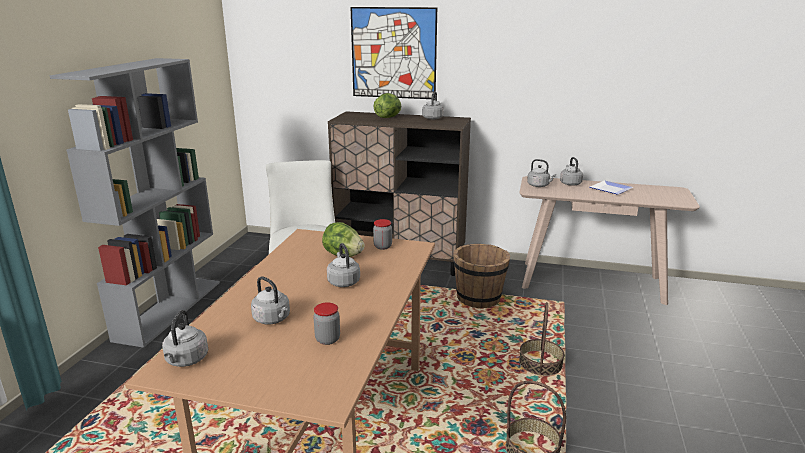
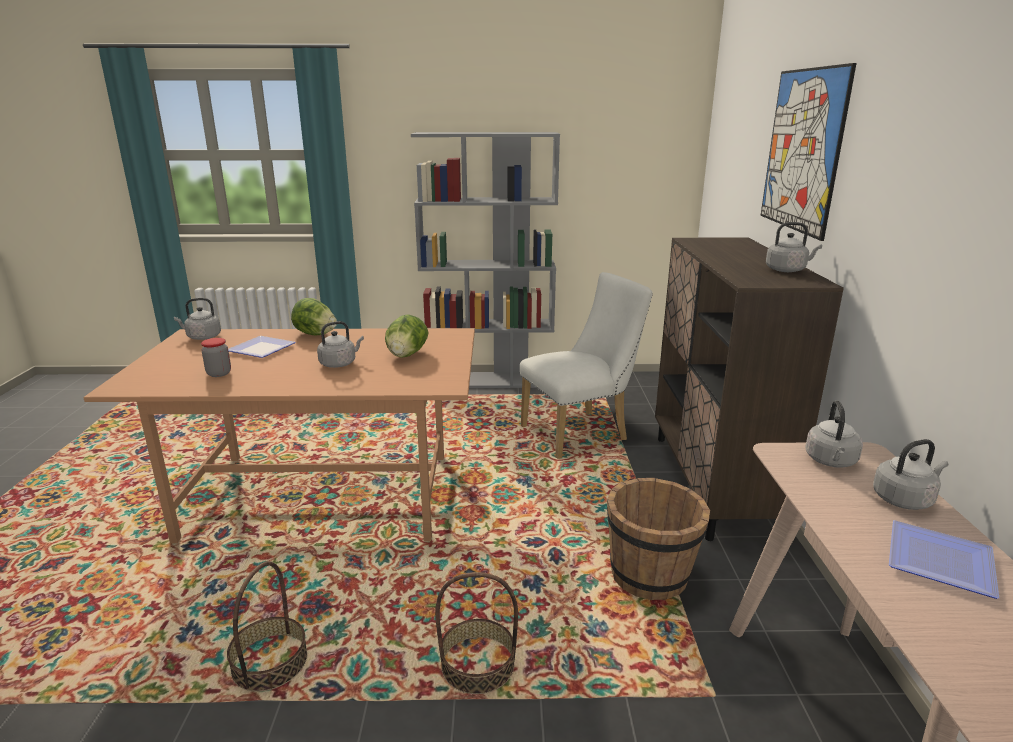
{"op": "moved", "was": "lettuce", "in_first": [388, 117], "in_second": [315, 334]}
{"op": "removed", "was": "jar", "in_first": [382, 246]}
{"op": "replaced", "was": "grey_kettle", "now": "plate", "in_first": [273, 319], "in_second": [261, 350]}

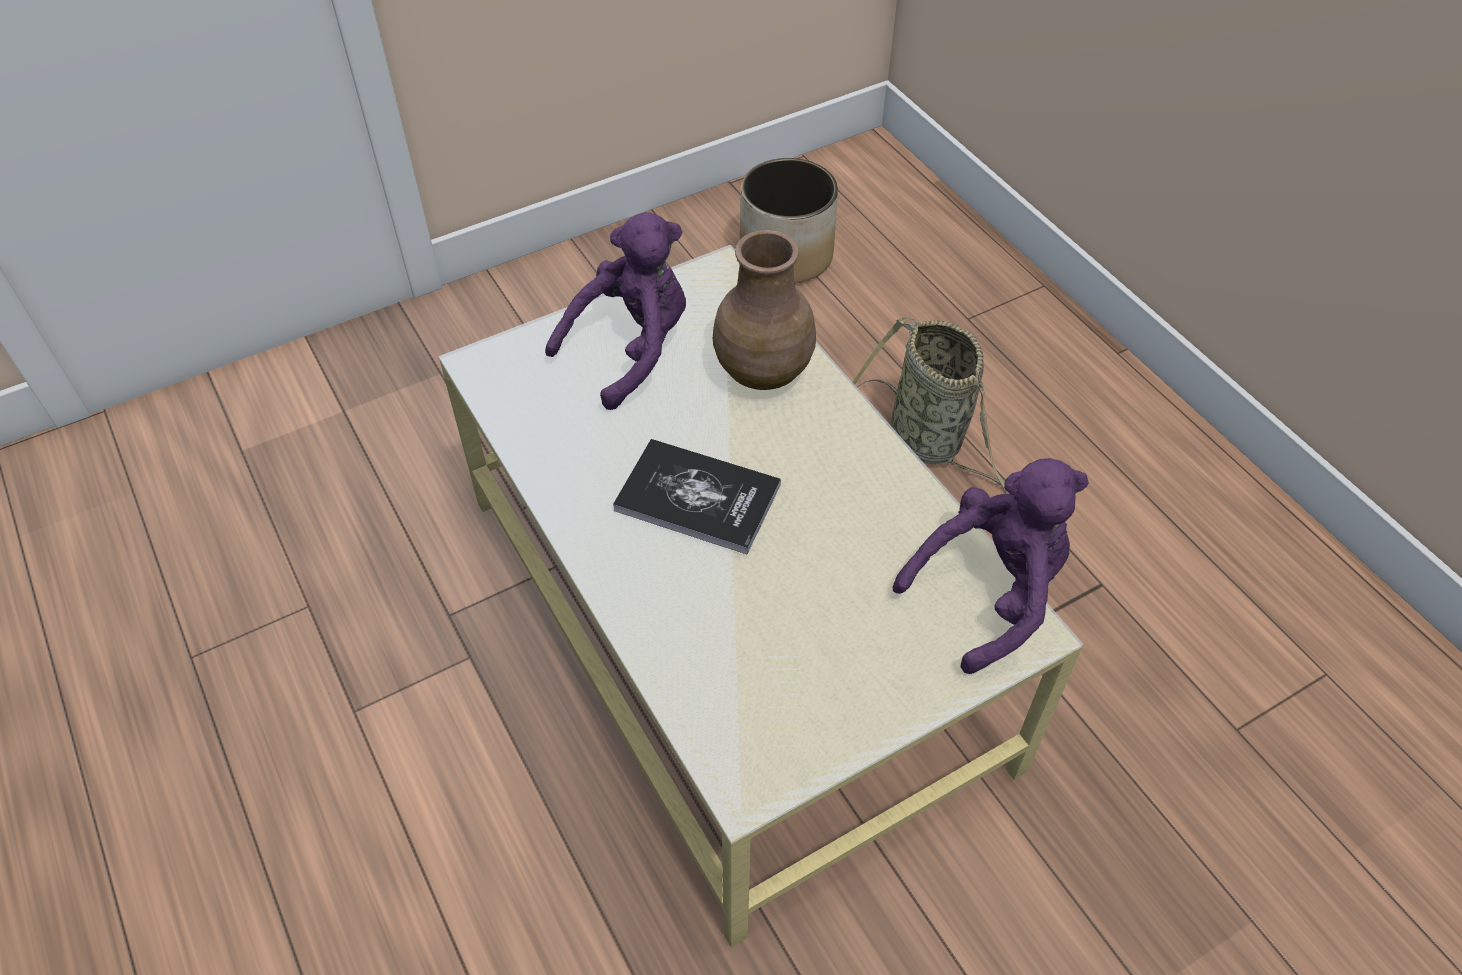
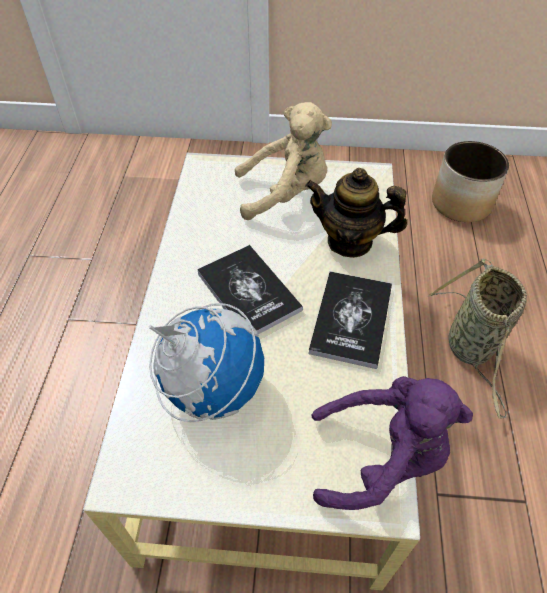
{"op": "recoloured", "was": "purple_plush_toy", "now": "beige_plush_toy", "in_first": [631, 349], "in_second": [285, 193]}
{"op": "replaced", "was": "brown_vase", "now": "teapot", "in_first": [764, 372], "in_second": [350, 241]}
{"op": "added", "now": "book", "in_second": [351, 319]}
{"op": "added", "now": "globe", "in_second": [212, 389]}

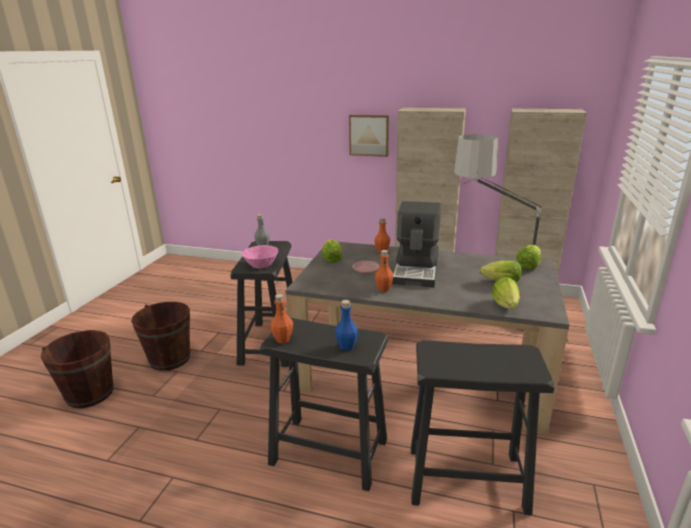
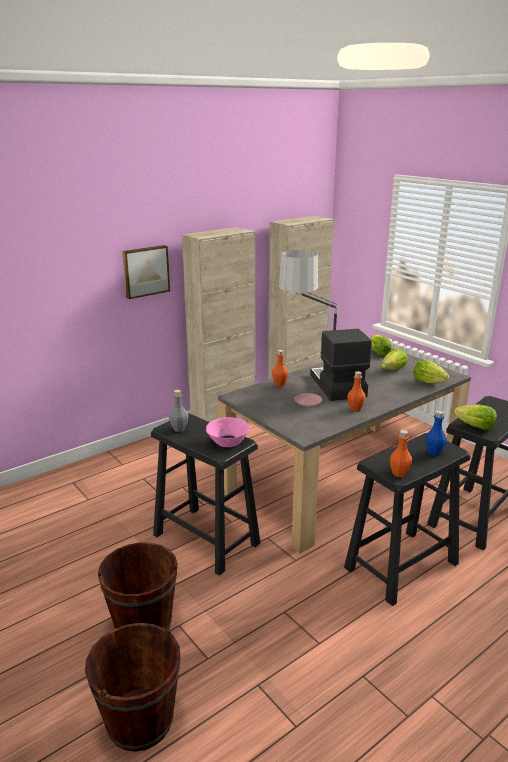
{"op": "turned", "was": "coffee_machine", "in_first": [417, 270], "in_second": [337, 386], "clockwise": -150}
{"op": "moved", "was": "lettuce", "in_first": [331, 259], "in_second": [475, 427]}

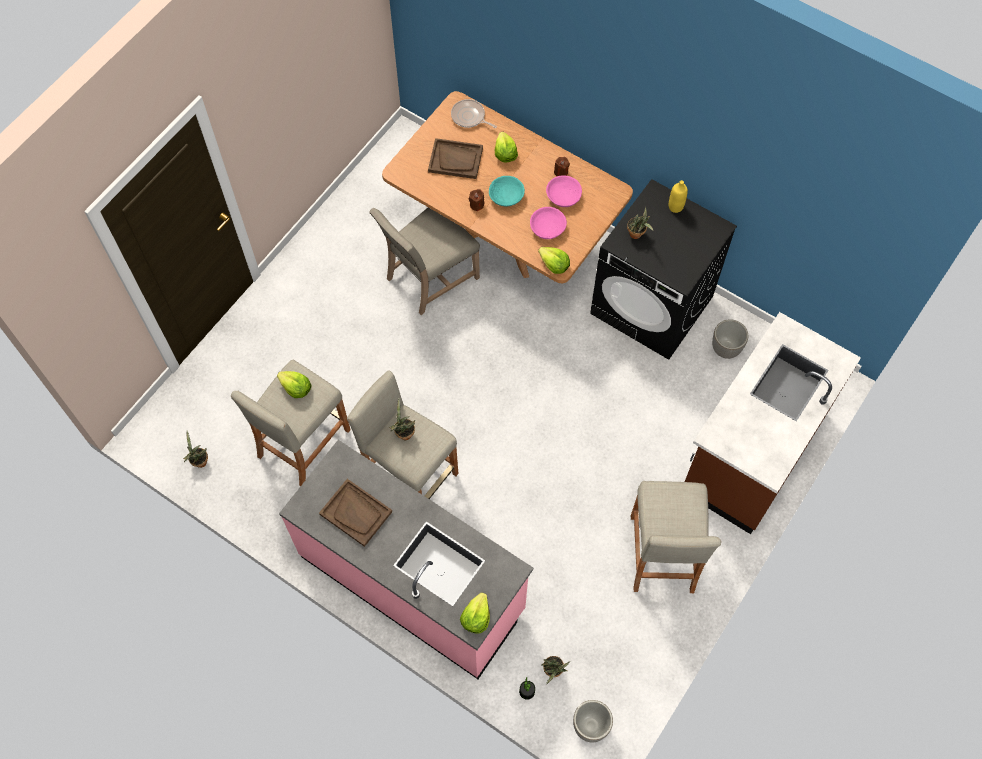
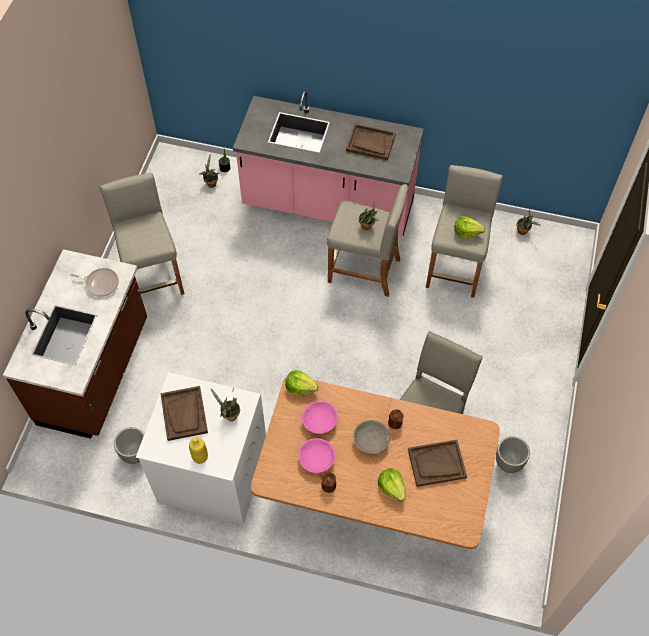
{"op": "moved", "was": "frying_pan", "in_first": [469, 117], "in_second": [100, 283]}
{"op": "recoloured", "was": "turquoise_bowl", "now": "grey_bowl", "in_first": [506, 196], "in_second": [371, 441]}
{"op": "recoloured", "was": "black_washing_machine", "now": "white_washing_machine", "in_first": [652, 305], "in_second": [212, 474]}
{"op": "removed", "was": "lettuce", "in_first": [476, 617]}
{"op": "moved", "was": "planter", "in_first": [590, 727], "in_second": [508, 462]}
{"op": "added", "now": "brown_tray", "in_second": [184, 414]}

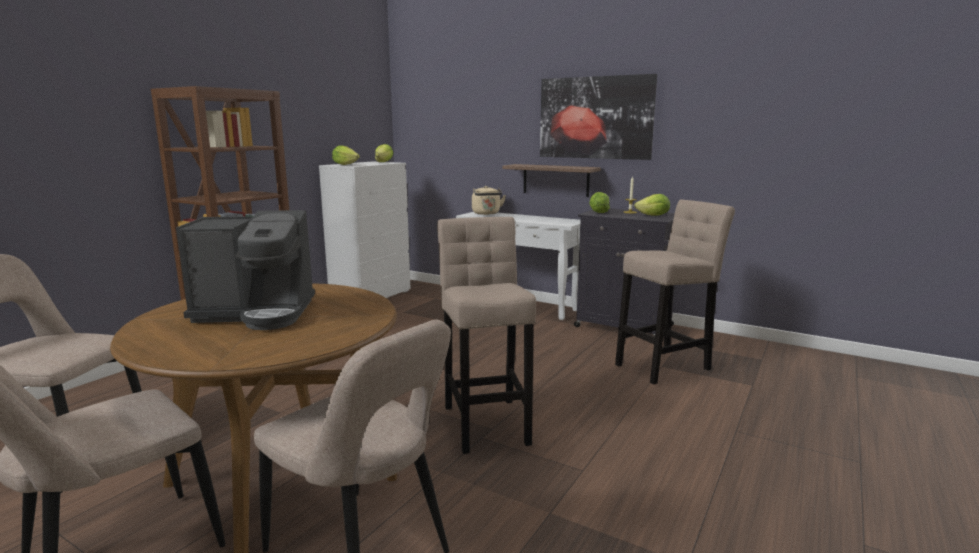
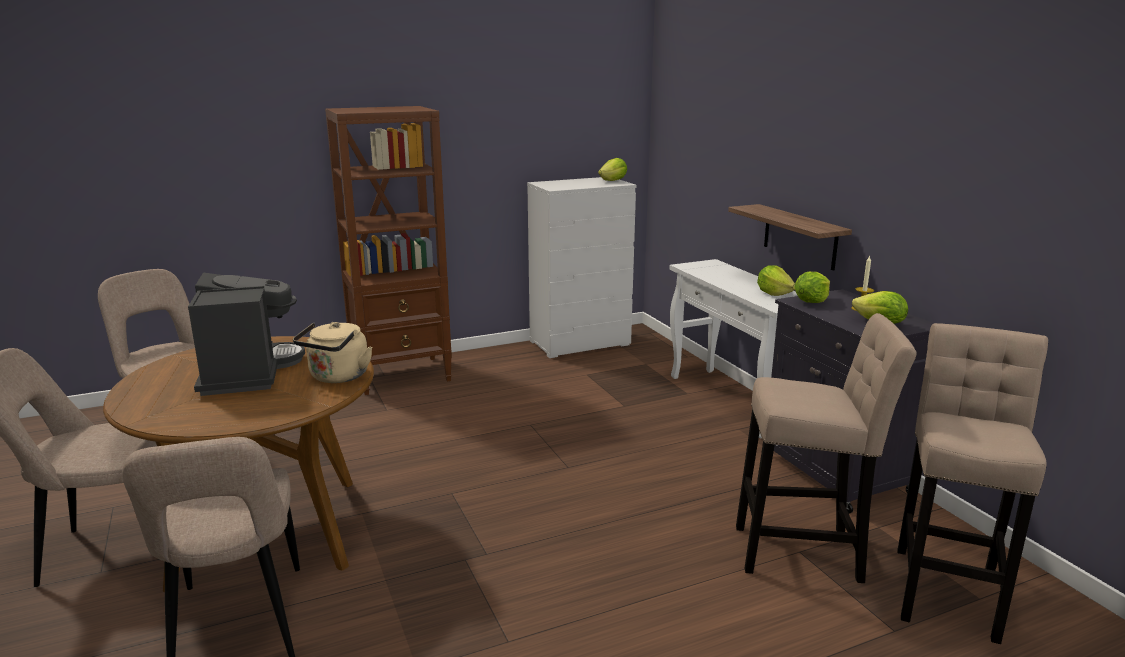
{"op": "removed", "was": "picture", "in_first": [595, 118]}
{"op": "moved", "was": "lettuce", "in_first": [345, 164], "in_second": [774, 294]}
{"op": "moved", "was": "beige_kettle", "in_first": [486, 213], "in_second": [337, 377]}
{"op": "turned", "was": "coffee_machine", "in_first": [257, 313], "in_second": [247, 372], "clockwise": -135}
{"op": "moved", "was": "beige_stool", "in_first": [486, 421], "in_second": [947, 588]}

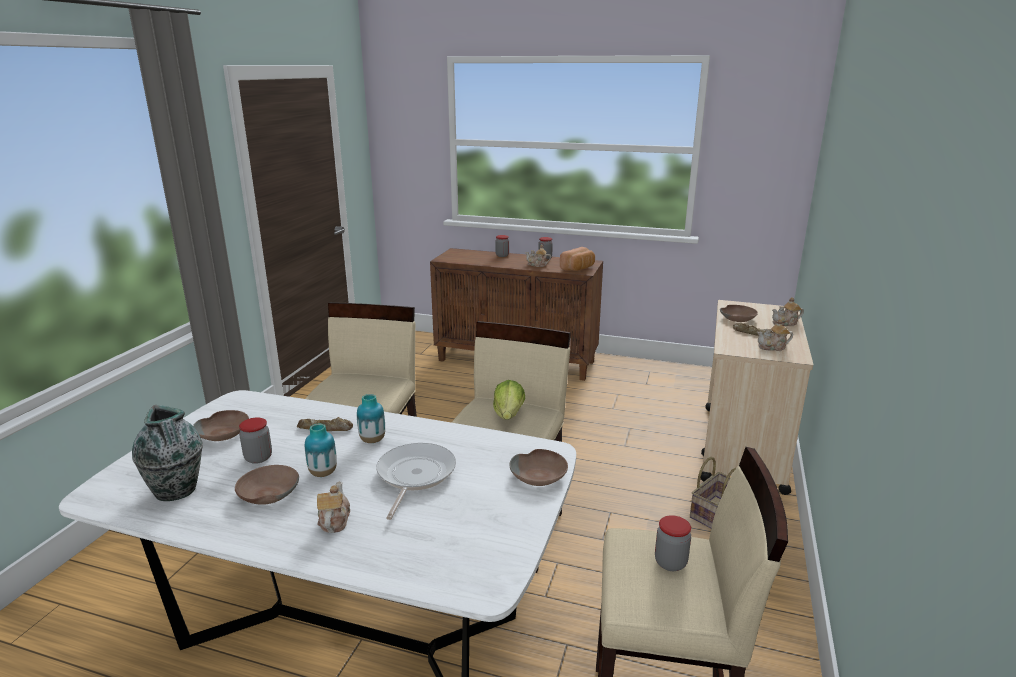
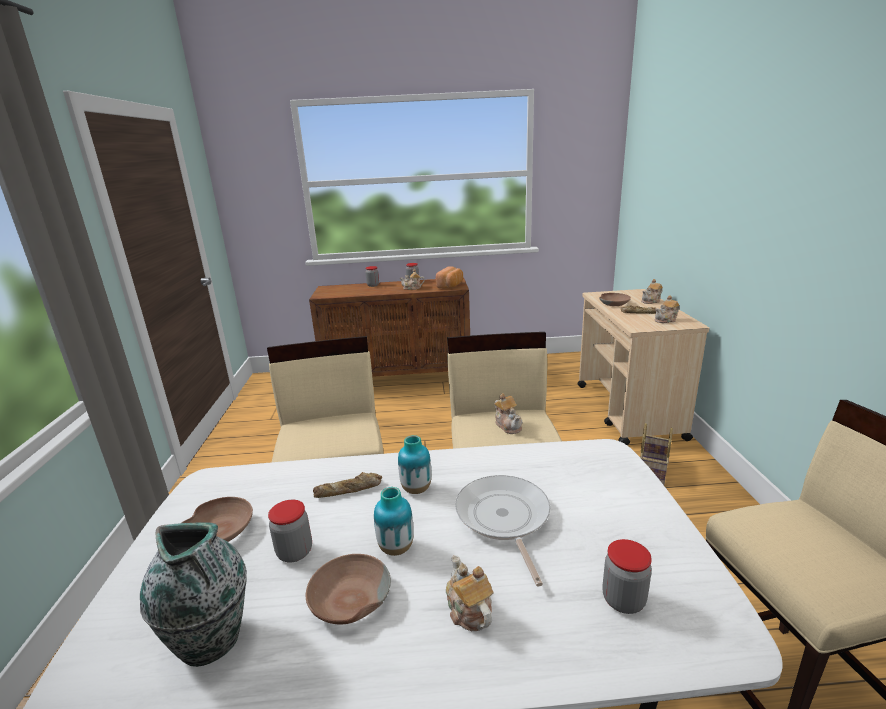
{"op": "replaced", "was": "lettuce", "now": "teapot", "in_first": [509, 415], "in_second": [508, 425]}
{"op": "removed", "was": "brown_bowl", "in_first": [539, 476]}
{"op": "moved", "was": "jar", "in_first": [670, 563], "in_second": [623, 600]}

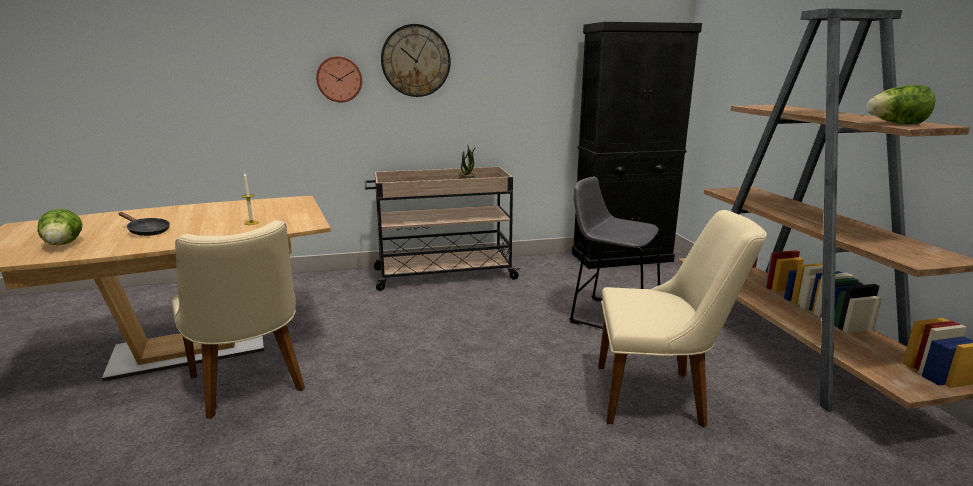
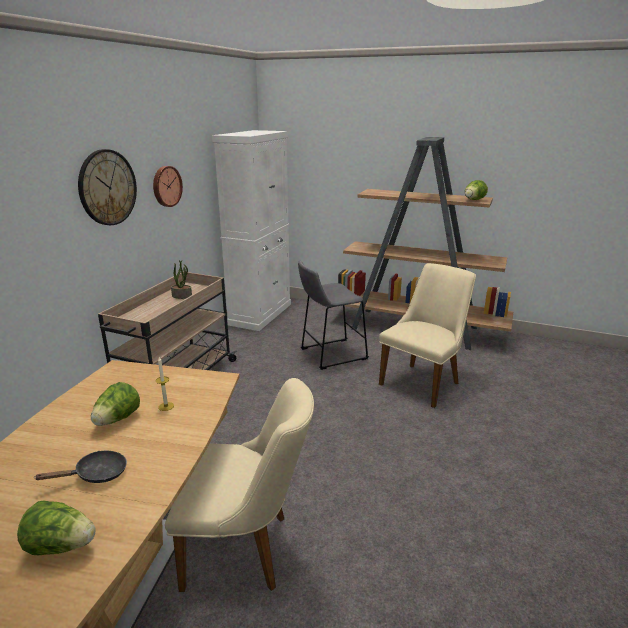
{"op": "recoloured", "was": "black_cabinet", "now": "white_cabinet", "in_first": [622, 257], "in_second": [260, 314]}
{"op": "moved", "was": "wall_clock", "in_first": [339, 79], "in_second": [166, 186]}
{"op": "added", "now": "lettuce", "in_second": [117, 419]}

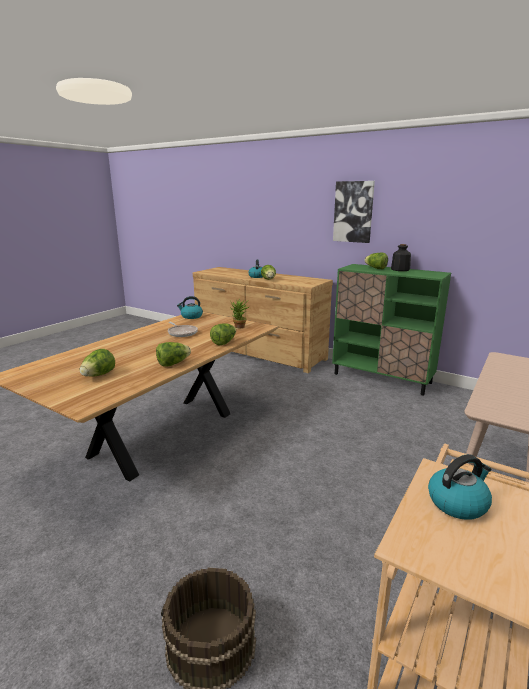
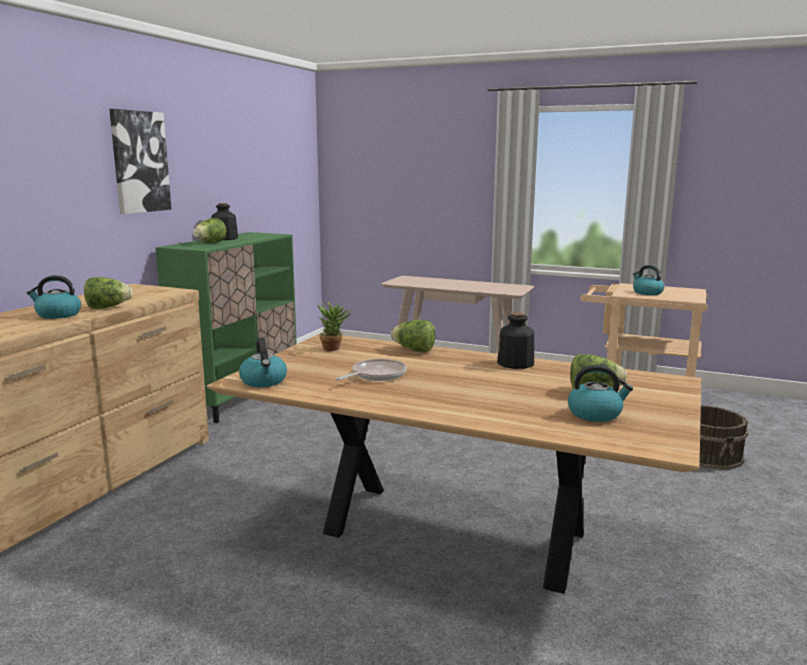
{"op": "replaced", "was": "lettuce", "now": "bottle", "in_first": [173, 364], "in_second": [515, 363]}
{"op": "added", "now": "kettle", "in_second": [595, 414]}

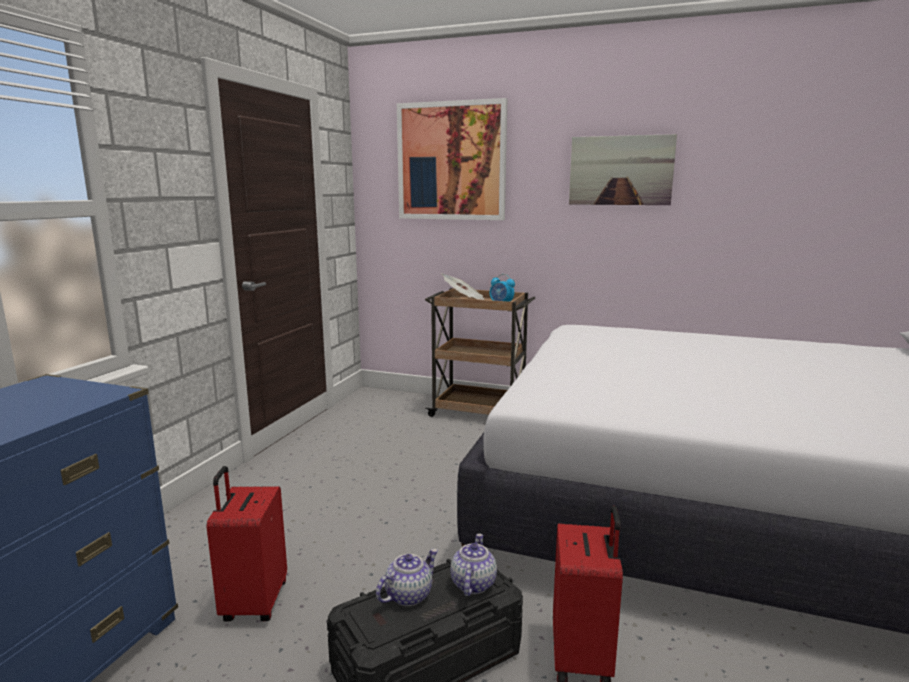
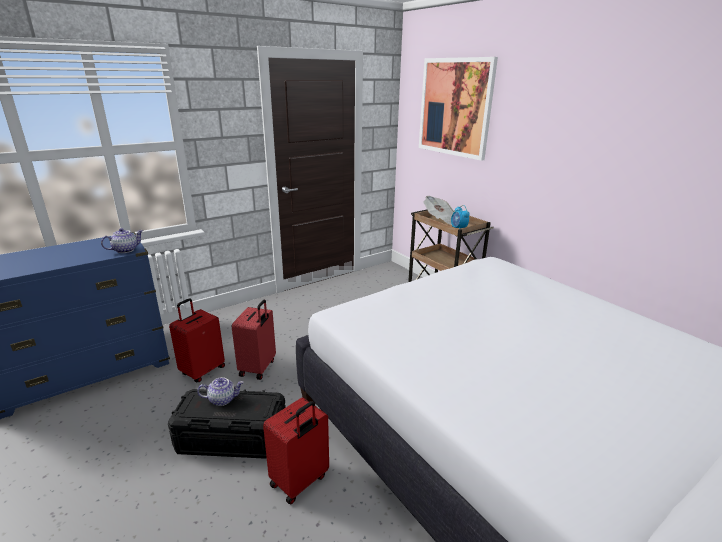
{"op": "removed", "was": "picture", "in_first": [620, 170]}
{"op": "moved", "was": "teapot", "in_first": [472, 583], "in_second": [125, 250]}
{"op": "added", "now": "red_suitcase", "in_second": [258, 368]}

